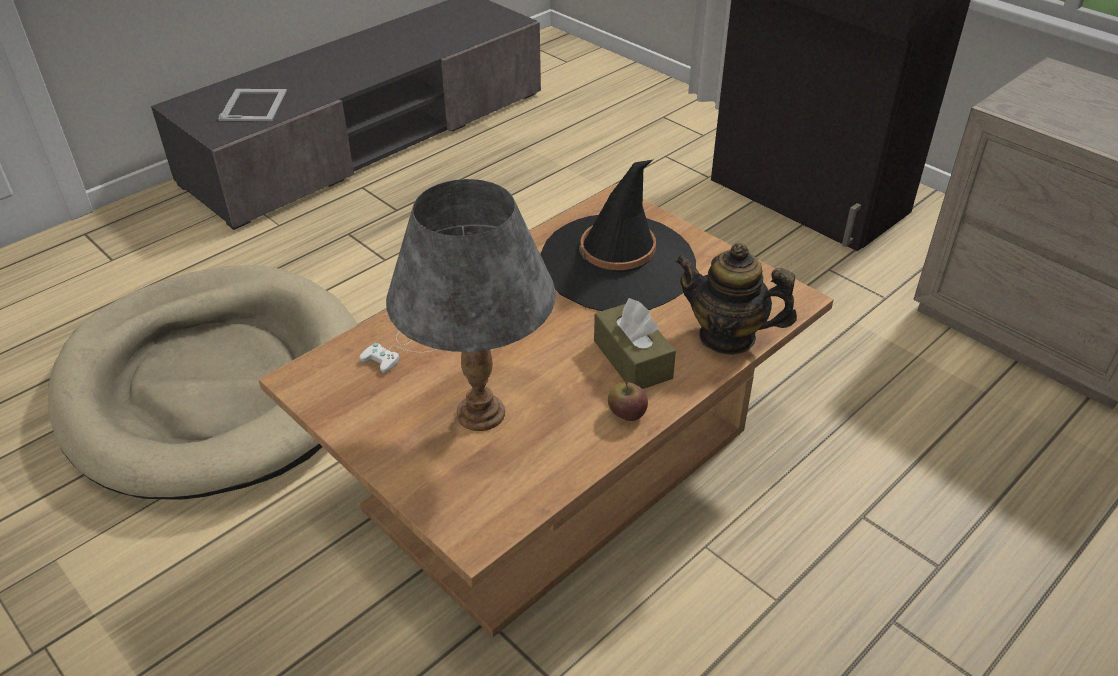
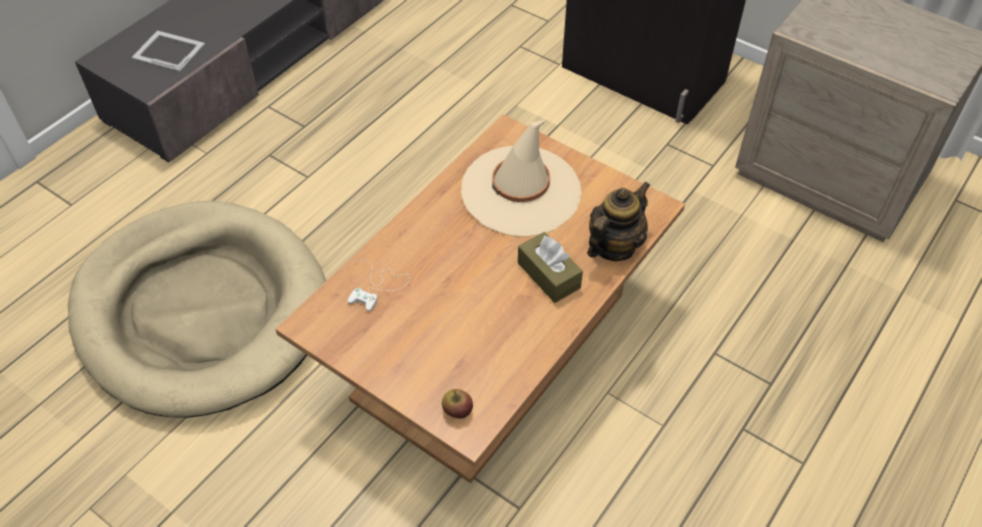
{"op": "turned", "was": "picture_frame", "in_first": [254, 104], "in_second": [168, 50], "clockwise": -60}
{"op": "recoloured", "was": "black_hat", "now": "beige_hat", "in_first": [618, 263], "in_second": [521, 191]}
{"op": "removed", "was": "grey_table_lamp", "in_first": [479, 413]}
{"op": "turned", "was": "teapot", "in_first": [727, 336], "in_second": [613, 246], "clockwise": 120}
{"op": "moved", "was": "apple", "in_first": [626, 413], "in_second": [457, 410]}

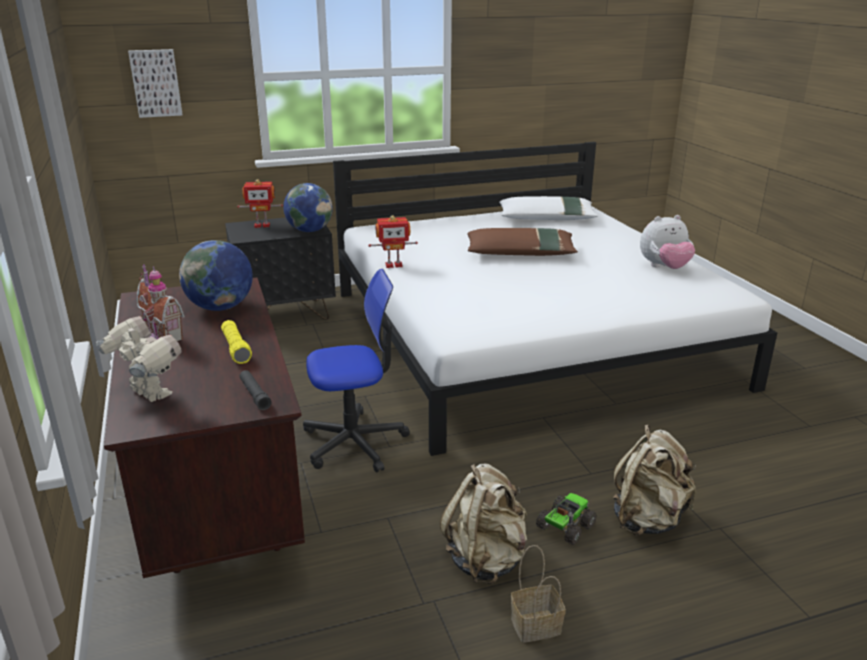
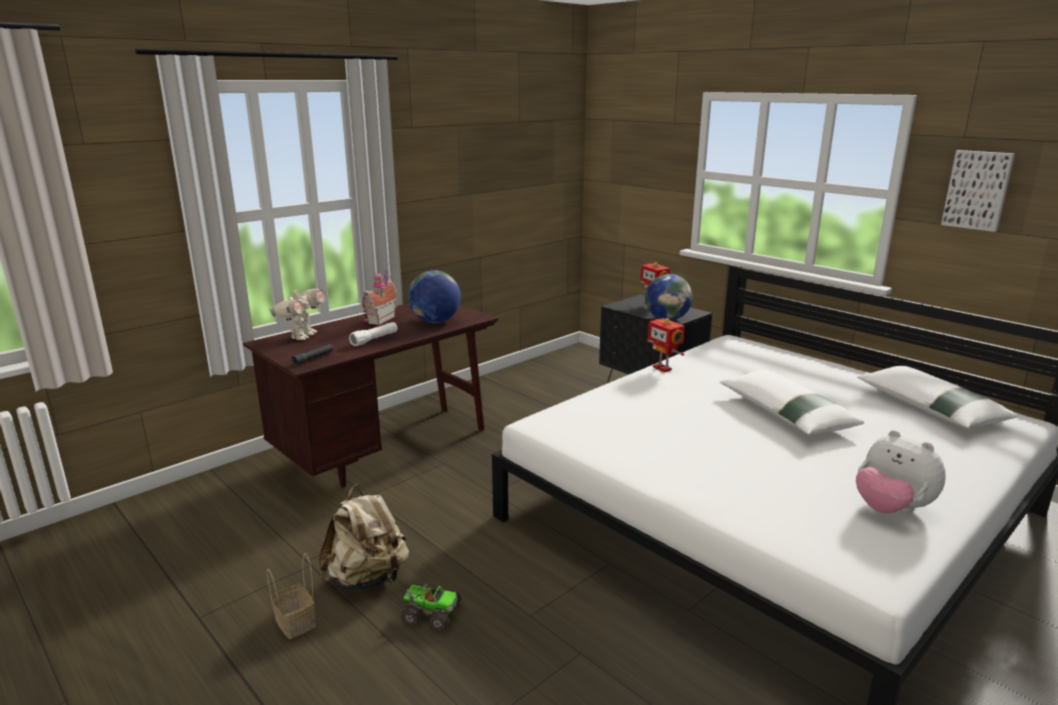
{"op": "moved", "was": "picture", "in_first": [156, 83], "in_second": [977, 190]}
{"op": "recoloured", "was": "brown_pillow", "now": "white_pillow", "in_first": [520, 253], "in_second": [785, 414]}
{"op": "removed", "was": "office_chair", "in_first": [354, 442]}
{"op": "recoloured", "was": "yellow_flashlight", "now": "white_flashlight", "in_first": [236, 349], "in_second": [374, 339]}
{"op": "removed", "was": "beige_backpack", "in_first": [648, 519]}

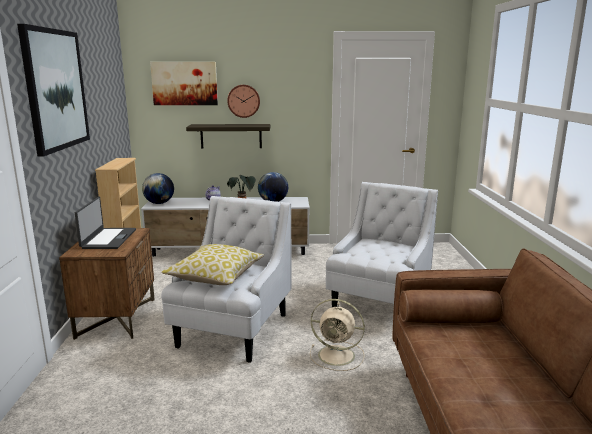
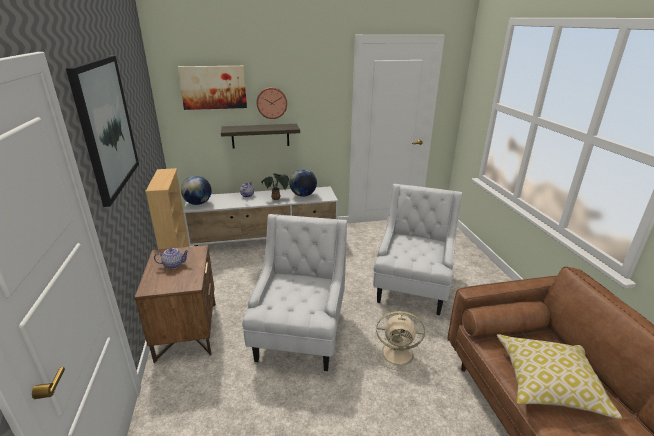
{"op": "replaced", "was": "laptop", "now": "teapot", "in_first": [108, 239], "in_second": [174, 264]}
{"op": "moved", "was": "pillow", "in_first": [215, 276], "in_second": [547, 383]}

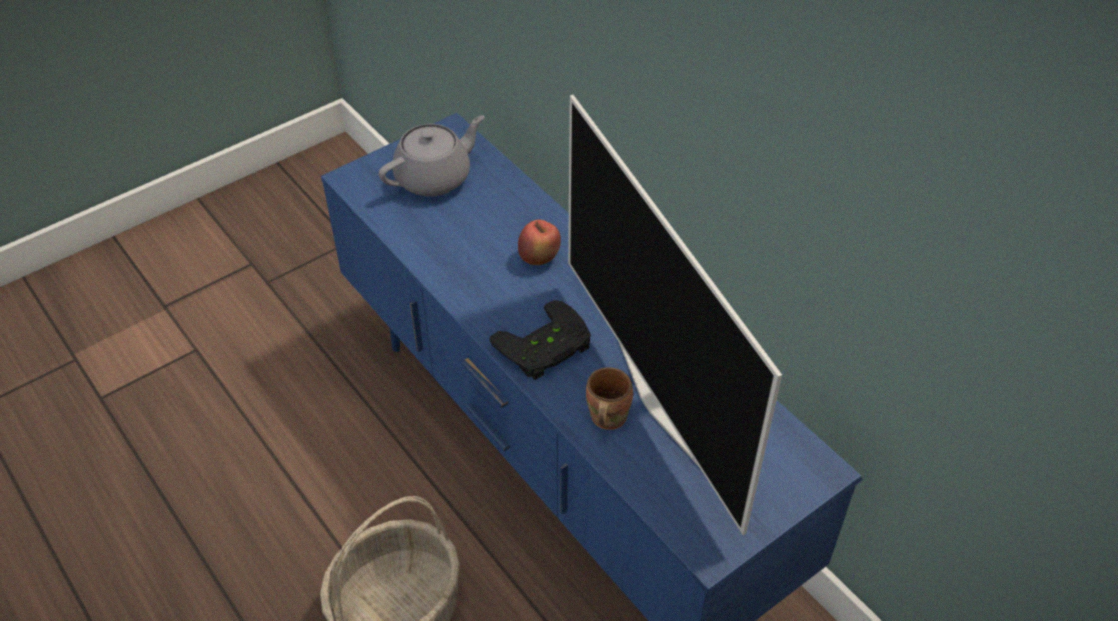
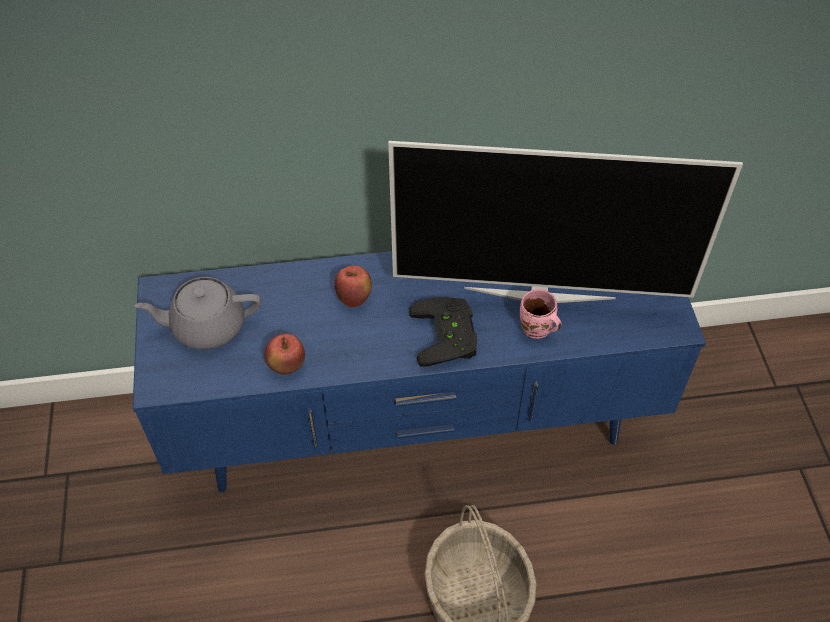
{"op": "turned", "was": "grey_teapot", "in_first": [434, 178], "in_second": [207, 326], "clockwise": -90}
{"op": "recoloured", "was": "brown_mug", "now": "pink_mug", "in_first": [605, 418], "in_second": [536, 330]}
{"op": "added", "now": "apple", "in_second": [287, 366]}

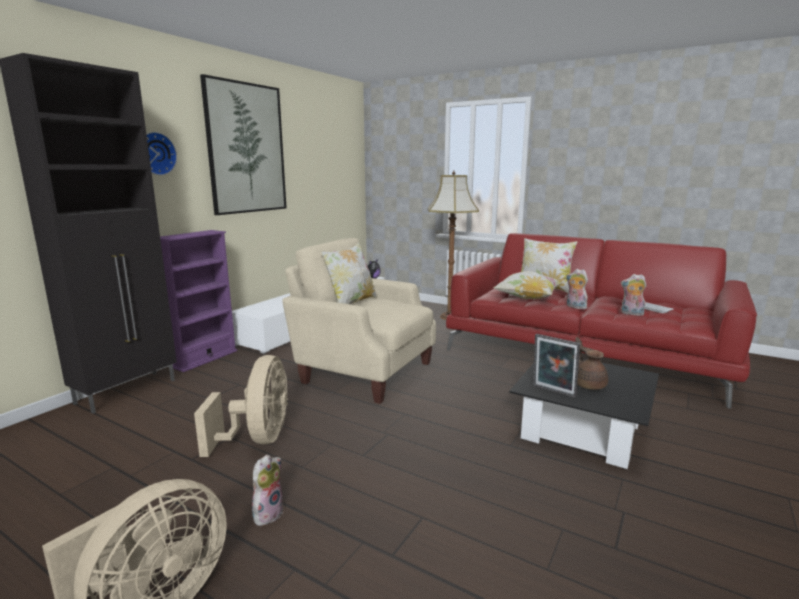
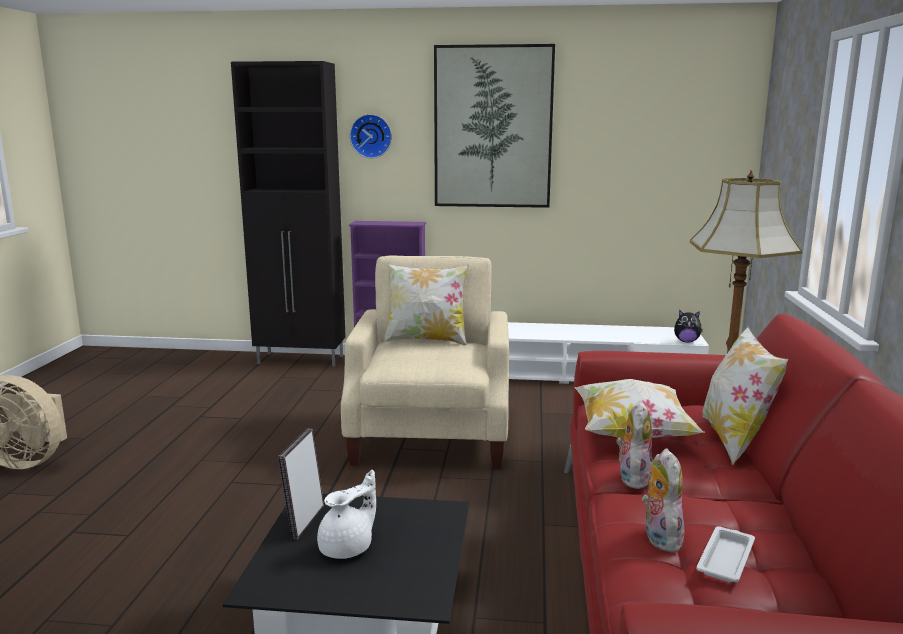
{"op": "recoloured", "was": "brown_teapot", "now": "white_teapot", "in_first": [588, 384], "in_second": [348, 548]}
{"op": "removed", "was": "beige_fan", "in_first": [258, 439]}
{"op": "removed", "was": "plush_toy", "in_first": [268, 513]}

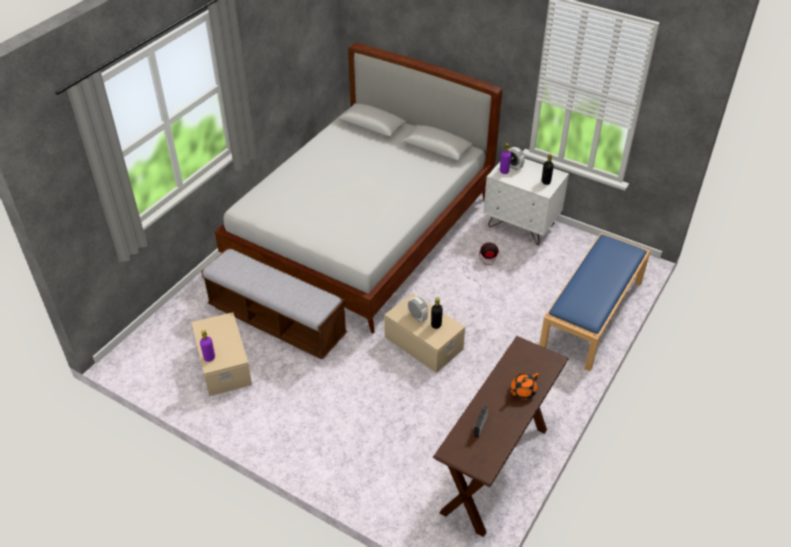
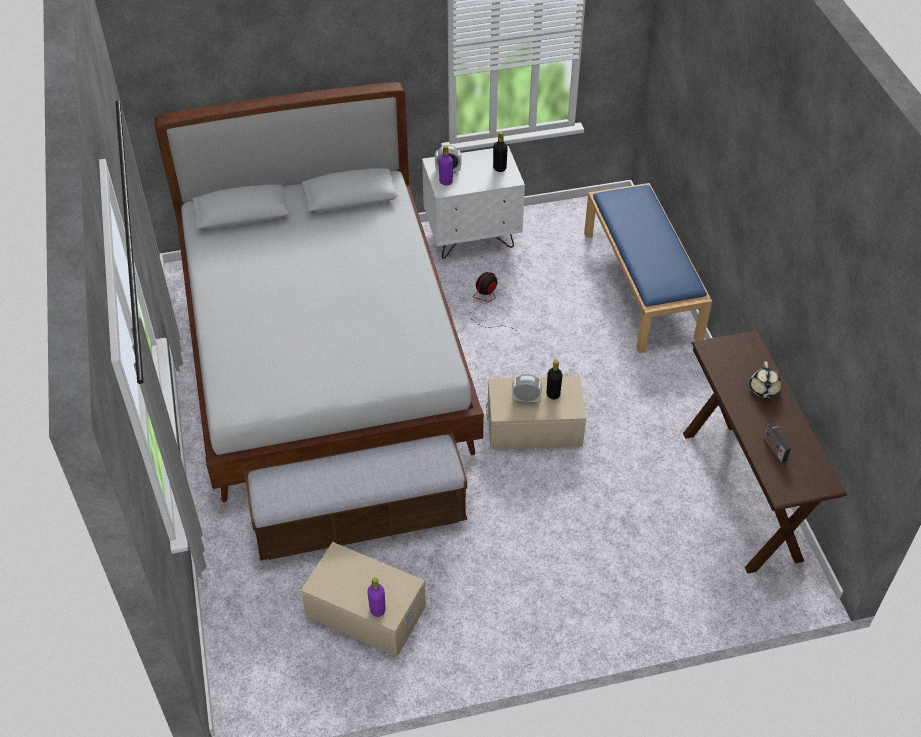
{"op": "recoloured", "was": "orange_teapot", "now": "beige_teapot", "in_first": [522, 391], "in_second": [763, 389]}

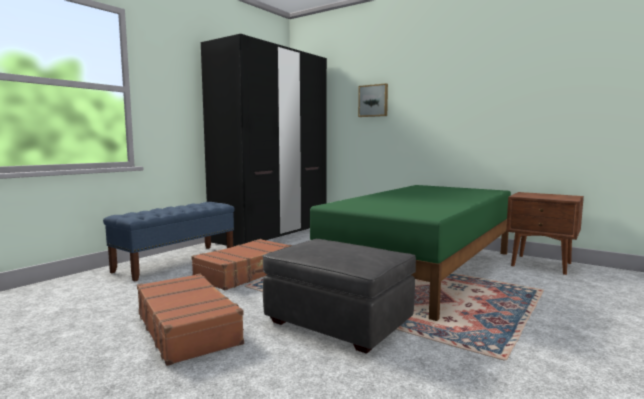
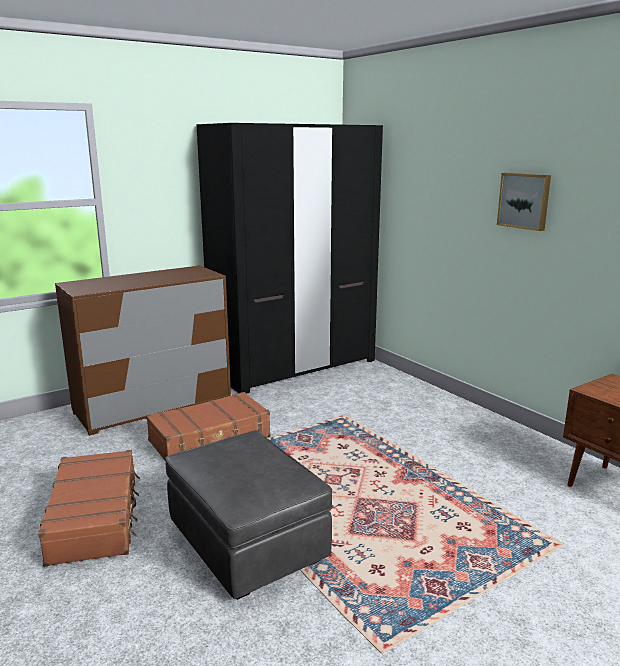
{"op": "moved", "was": "picture", "in_first": [373, 100], "in_second": [524, 201]}
{"op": "removed", "was": "green_bed", "in_first": [423, 269]}
{"op": "replaced", "was": "blue_bench", "now": "brown_dresser", "in_first": [177, 262], "in_second": [153, 406]}

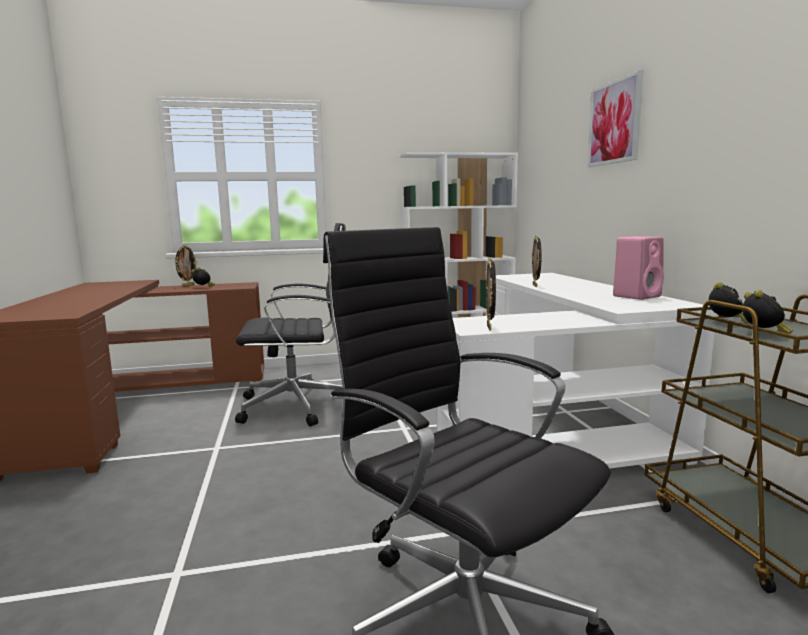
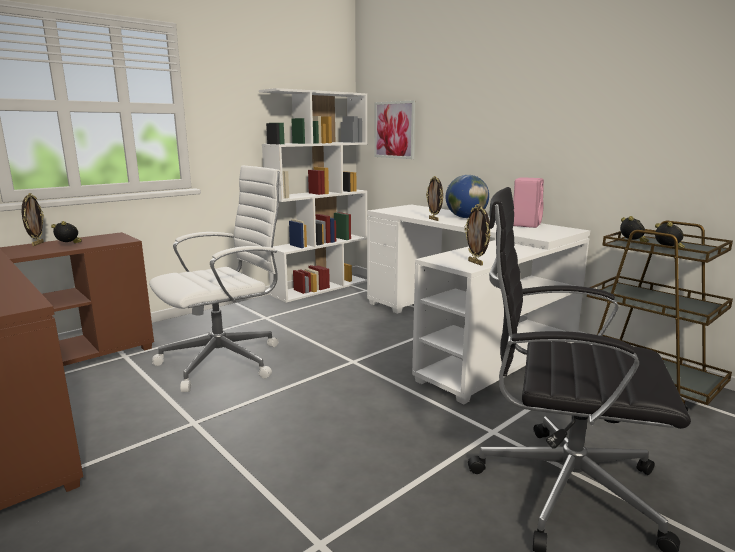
{"op": "moved", "was": "picture", "in_first": [614, 122], "in_second": [394, 130]}
{"op": "recoloured", "was": "black_office_chair", "now": "white_office_chair", "in_first": [298, 405], "in_second": [225, 361]}
{"op": "added", "now": "globe", "in_second": [466, 217]}

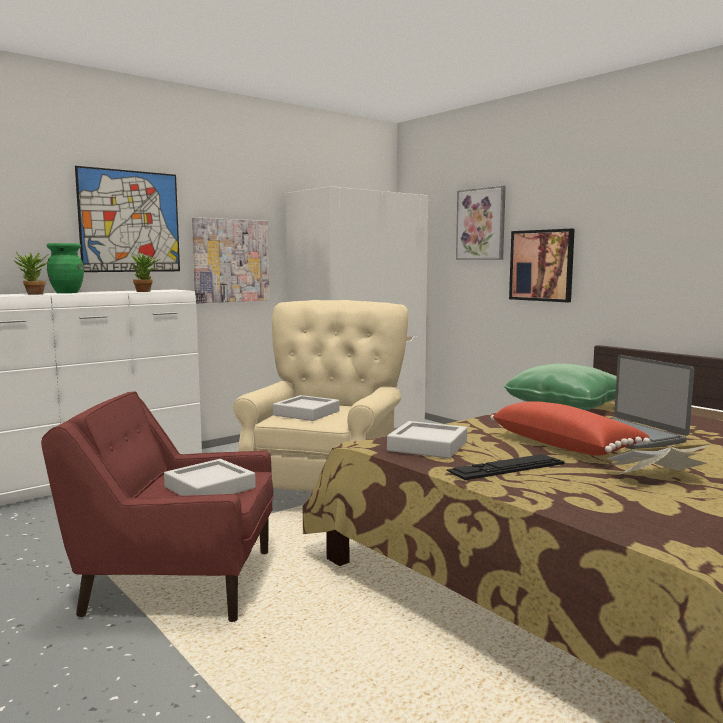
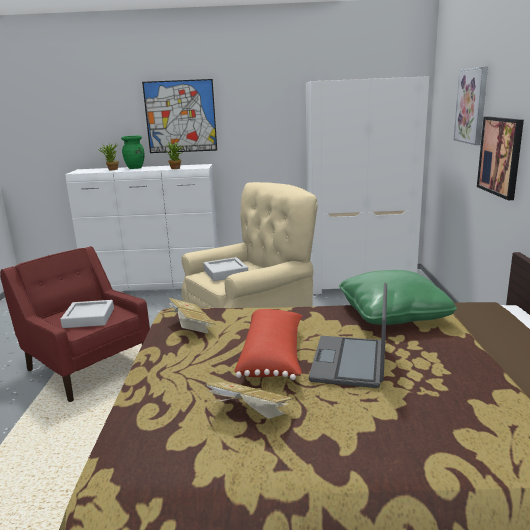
{"op": "removed", "was": "picture", "in_first": [231, 260]}
{"op": "replaced", "was": "grey_tray", "now": "book", "in_first": [427, 446], "in_second": [191, 327]}
{"op": "removed", "was": "keyboard", "in_first": [506, 467]}

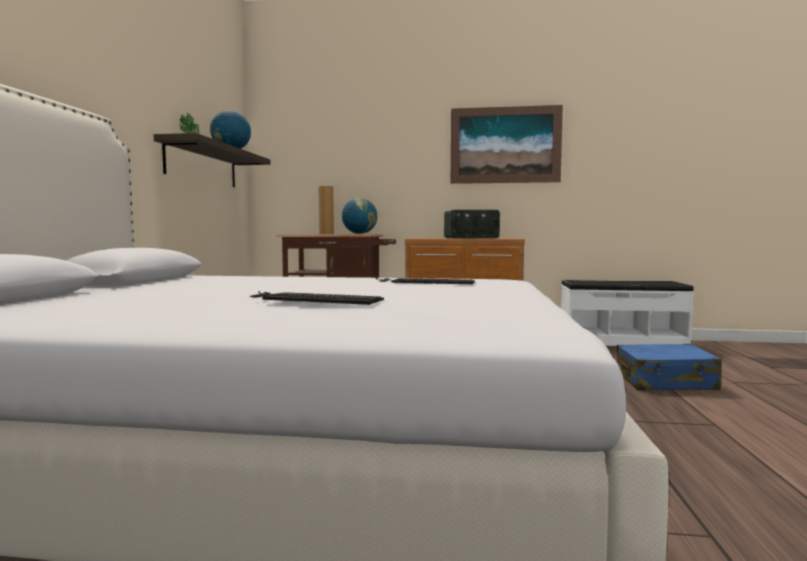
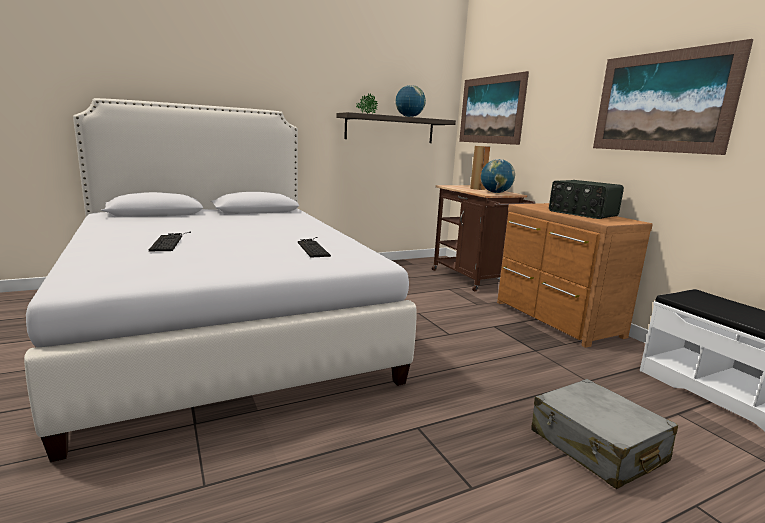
{"op": "recoloured", "was": "blue_suitcase", "now": "grey_suitcase", "in_first": [665, 382], "in_second": [597, 446]}
{"op": "added", "now": "picture", "in_second": [491, 110]}

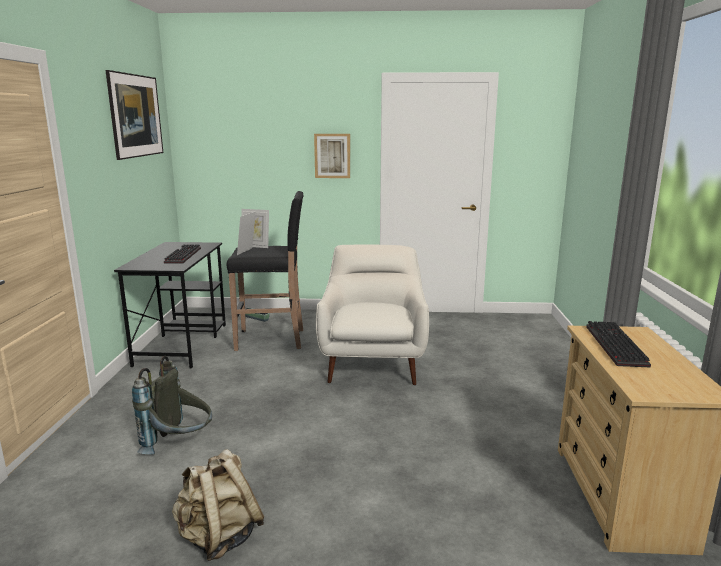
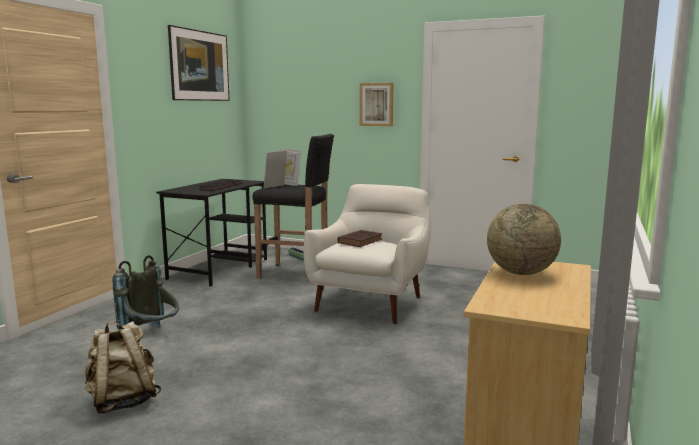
{"op": "replaced", "was": "keyboard", "now": "globe", "in_first": [612, 345], "in_second": [520, 273]}
{"op": "added", "now": "brown_book", "in_second": [361, 241]}

